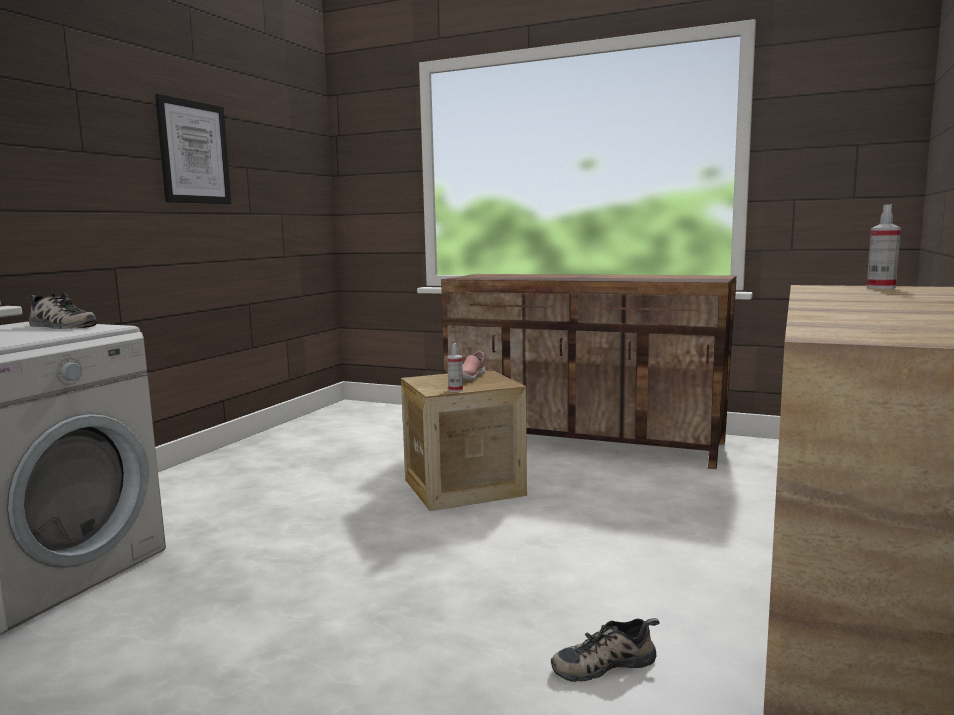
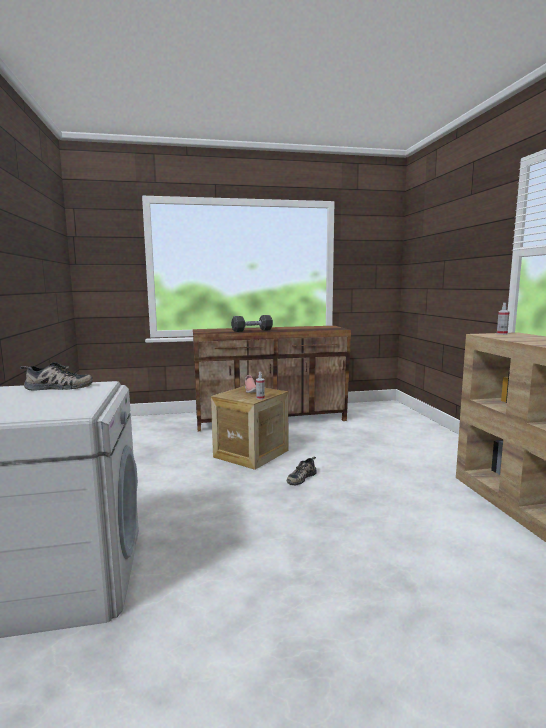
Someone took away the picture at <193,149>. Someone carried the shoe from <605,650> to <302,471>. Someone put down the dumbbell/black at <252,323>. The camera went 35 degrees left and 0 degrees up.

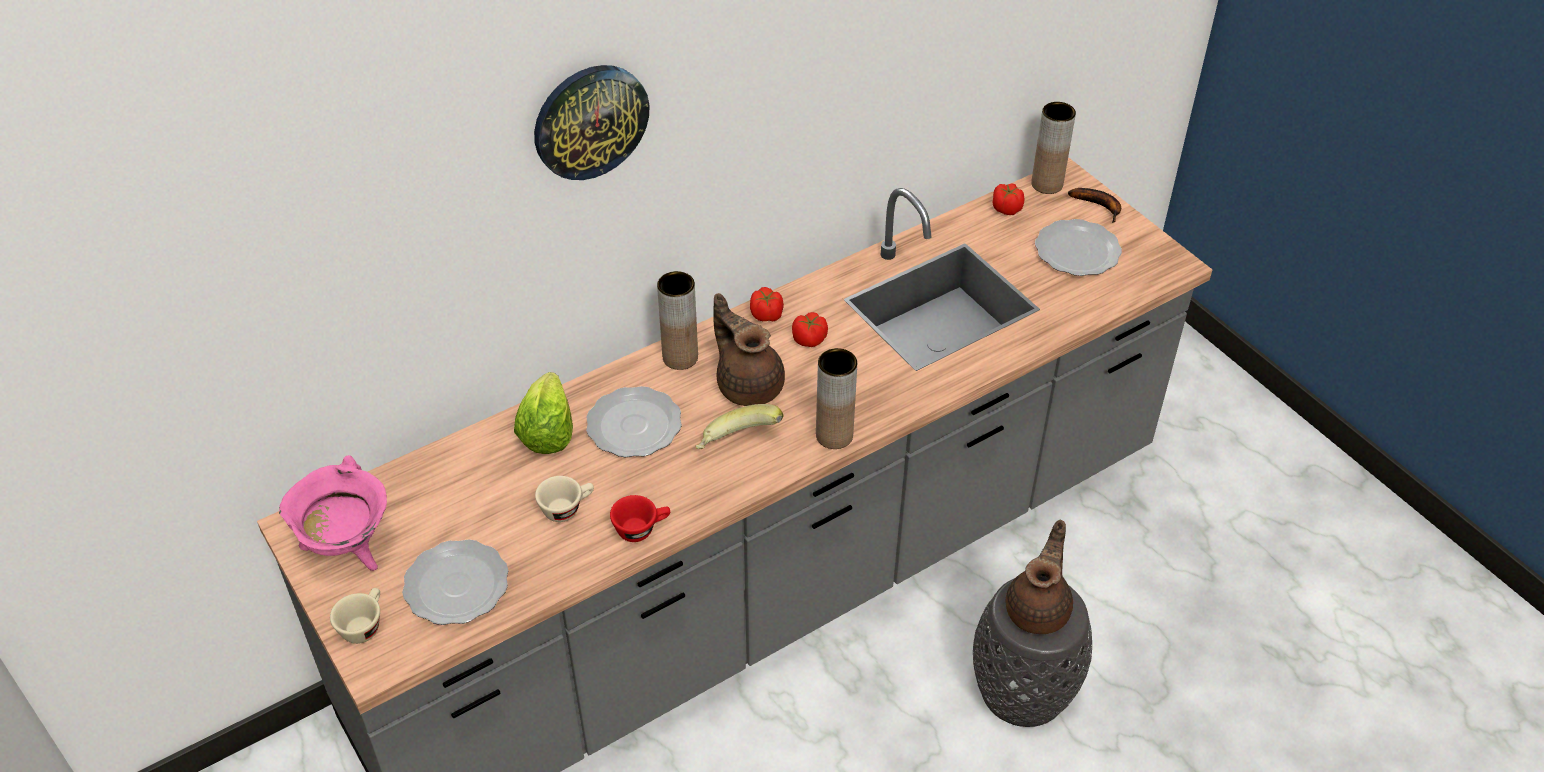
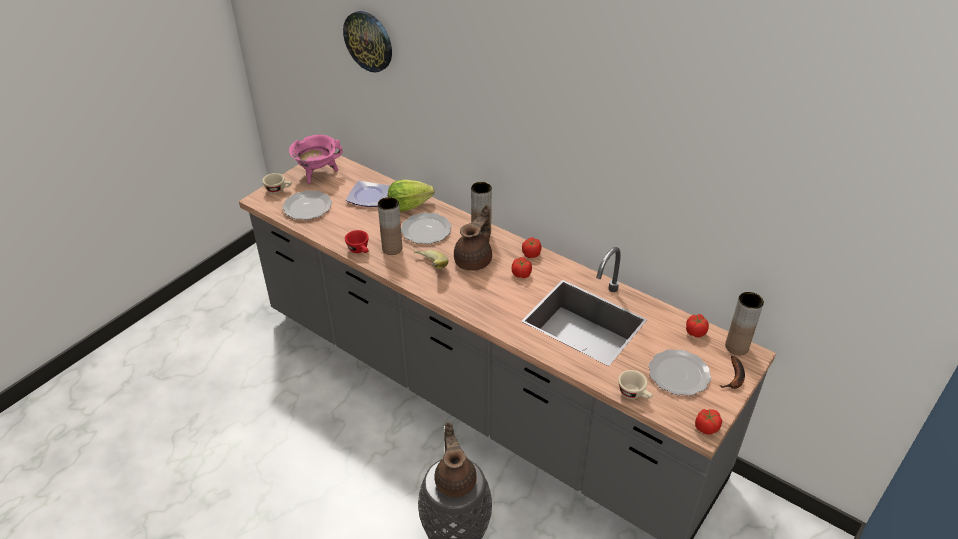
Someone carried the wall clock from <592,122> to <367,41>. Someone carried the vase/brown from <836,398> to <390,226>. Someone carried the cup/beige from <564,499> to <635,384>. Someone rotated the teapot/brown at <1039,577> by 105 degrees counterclockwise. Someone put down the plate at <368,194>. Someone put down the tomato at <708,422>. The camera went 70 degrees right and 5 degrees down.

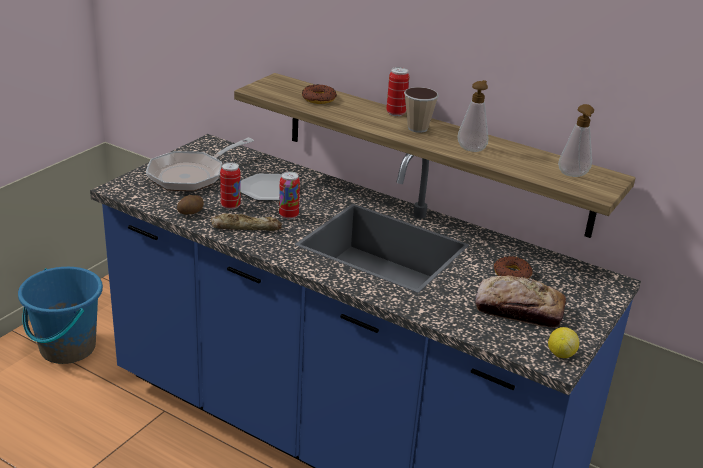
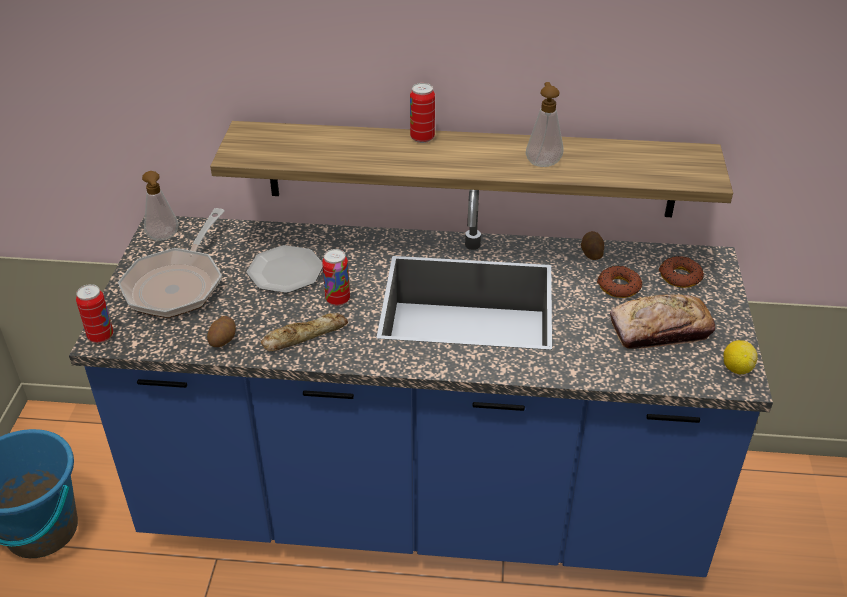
Someone carried the donut from <319,94> to <681,272>. Someone took away the cup at <421,110>. Someone carried the soap dispenser from <576,140> to <160,206>. Someone carried the can from <230,186> to <94,313>. Someone put down the potato at <592,245>. The camera went 25 degrees left and 10 degrees up.

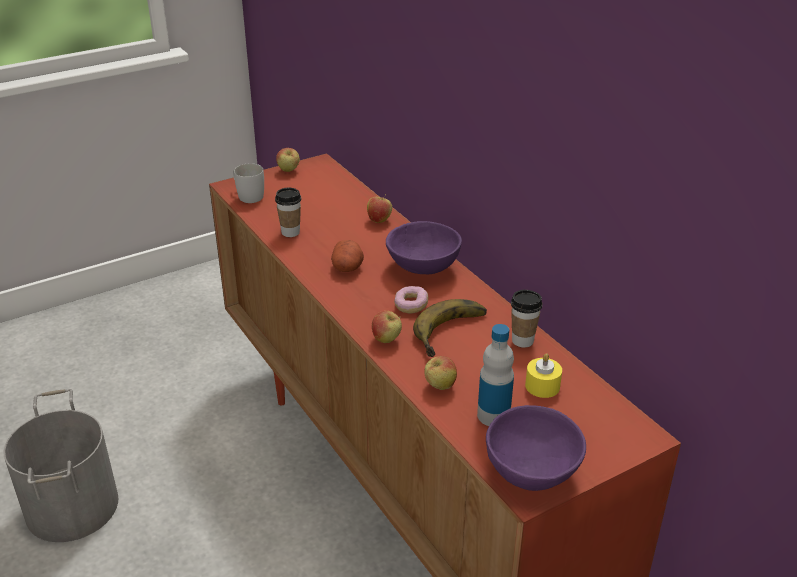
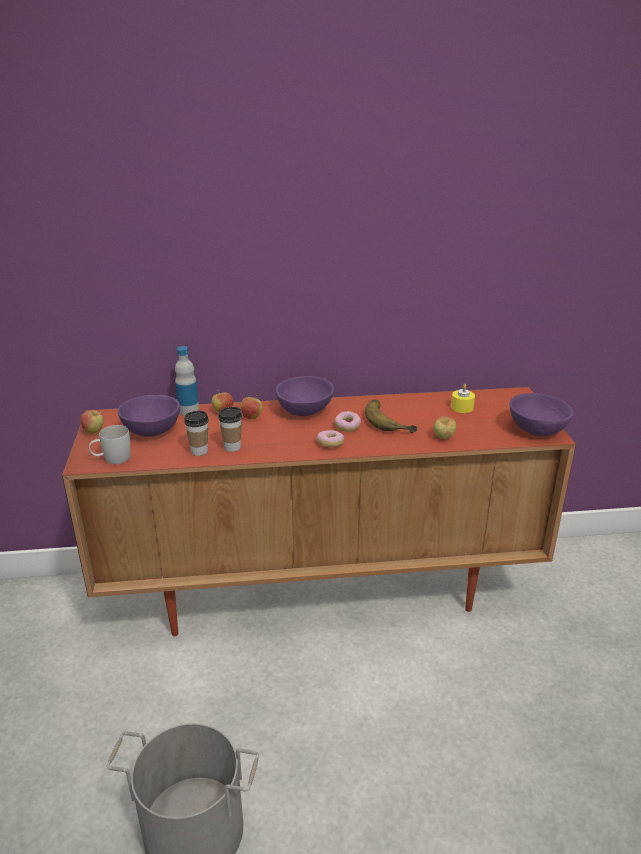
Someone took away the potato at <347,256>. Someone carried the cup from <526,319> to <230,429>. Someone carried the apple from <387,327> to <251,407>. Someone carried the bottle from <495,375> to <187,381>. Someone put down the bowl/purple at <148,416>. Someone put down the donut at <330,438>. The camera went 65 degrees left and 5 degrees down.

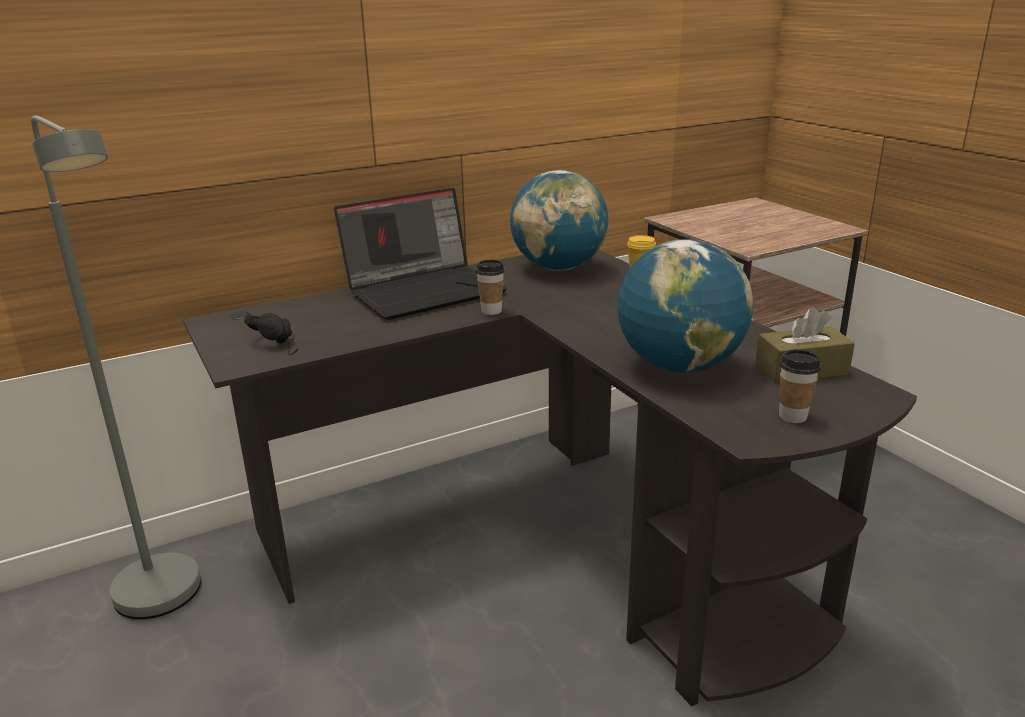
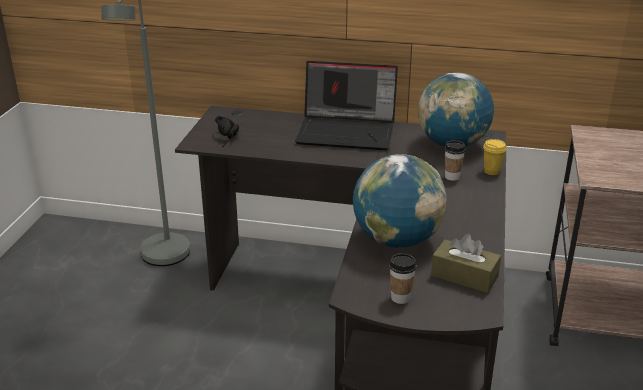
Someone carried the cup from <490,287> to <455,161>. The camera went 40 degrees right and 5 degrees up.

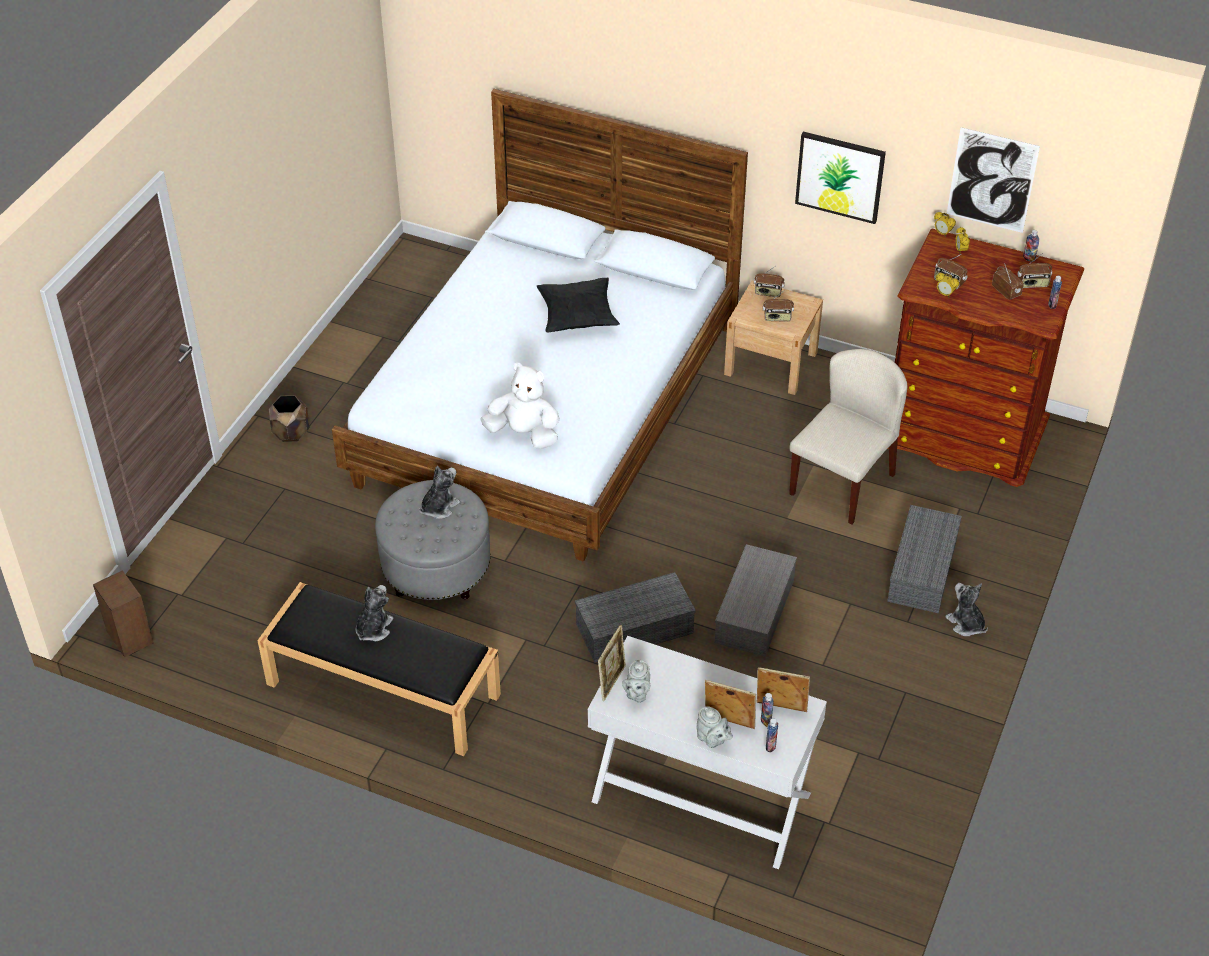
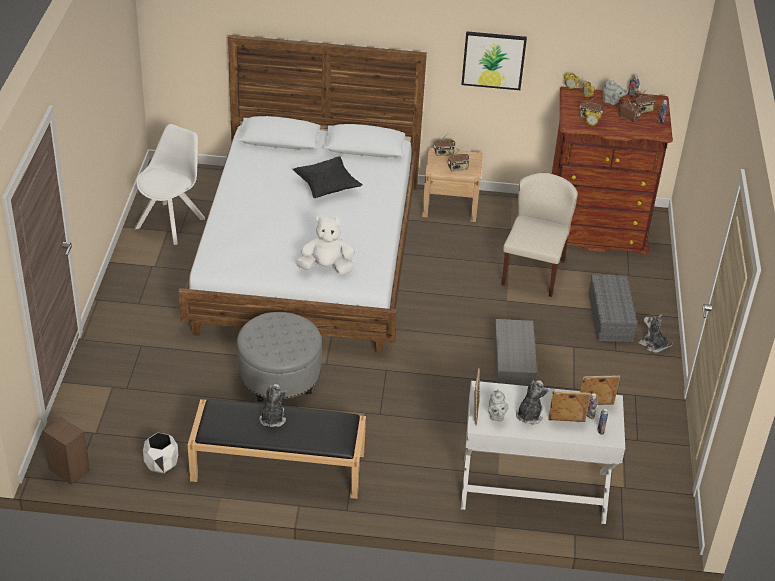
Someone took away the picture at <993,180>. Someone took away the planter/brown at <289,418>. Someone carried the plush toy from <439,492> to <532,402>. Someone took away the storage box/grey at <635,617>. Someone carried the teapot/grey from <714,727> to <615,92>. Someone put down the chair/white at <170,184>. Someone put down the planter/white at <160,453>. The camera went 20 degrees left and 5 degrees down.

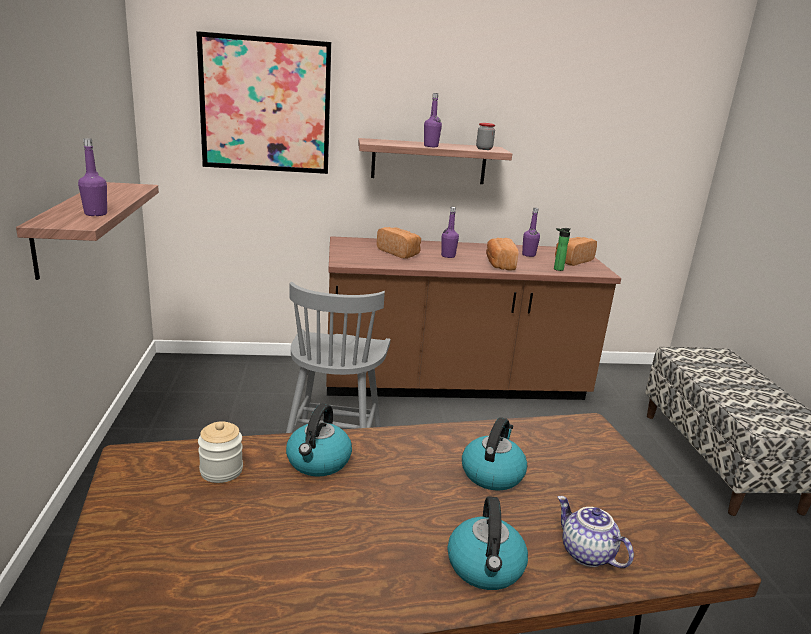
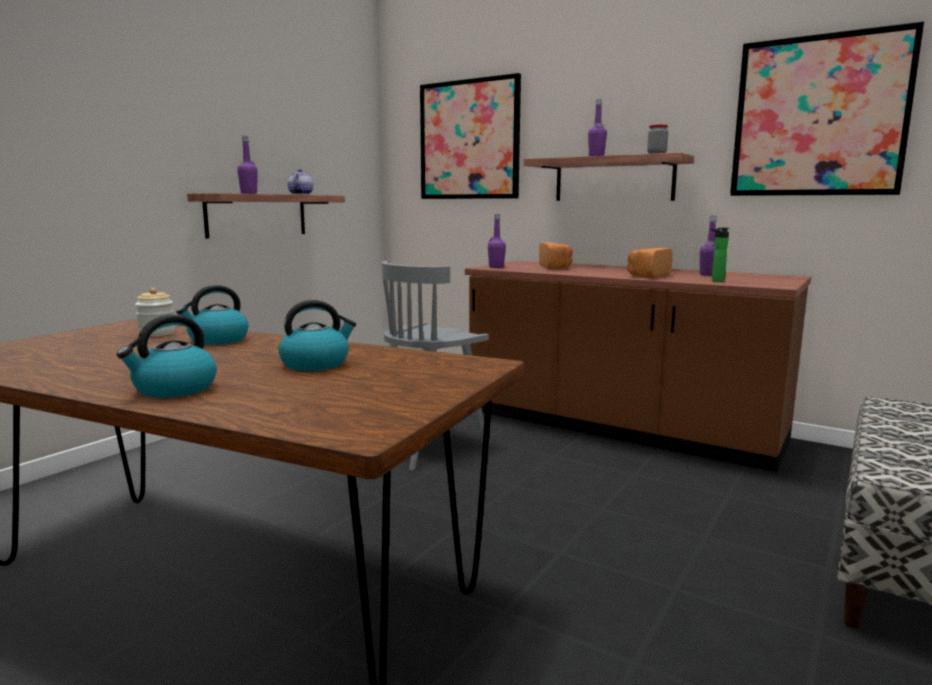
Someone carried the bottle/purple from <450,232> to <497,241>. Someone took away the bread at <576,251>. Someone carried the teapot from <596,532> to <300,182>. Someone put up the picture at <827,108>. The camera went 40 degrees right and 10 degrees down.

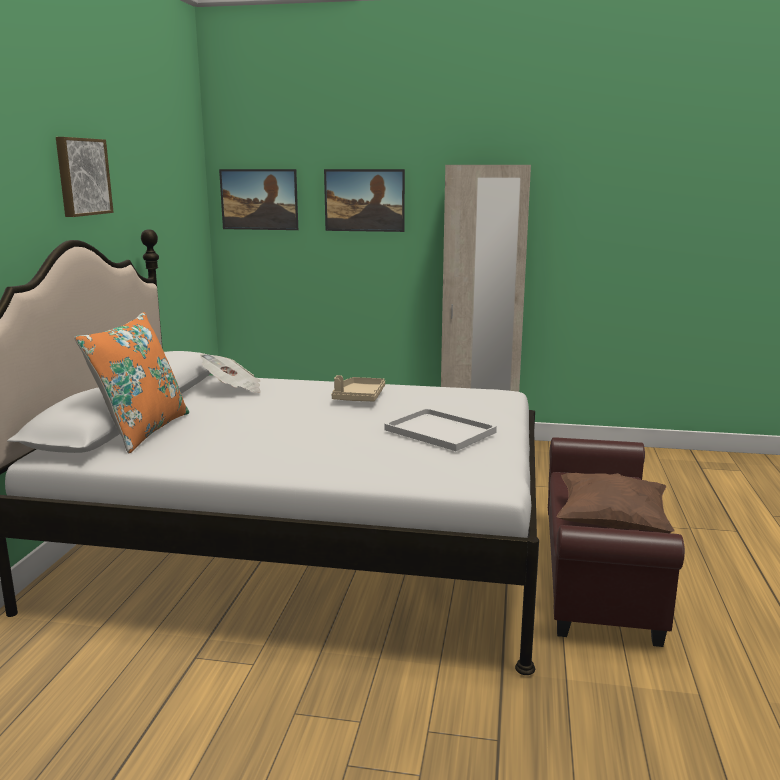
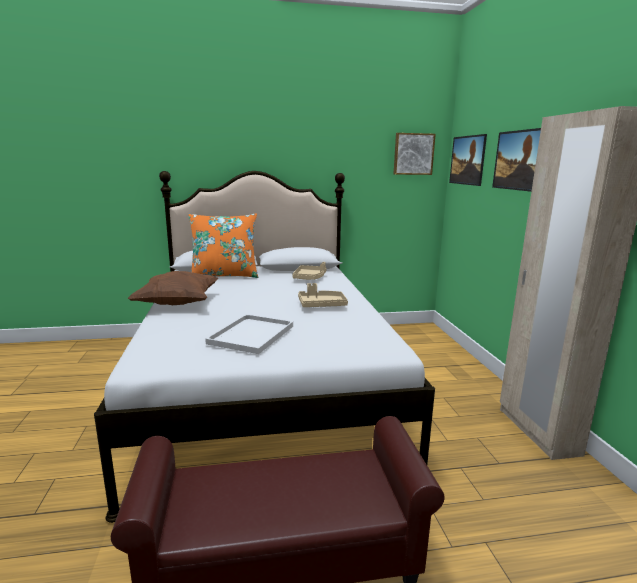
Someone carried the picture from <85,177> to <415,154>. Someone swapped the newspaper at <230,373> for the tray/beige at <309,271>. Someone carried the pillow/brown from <615,503> to <172,288>. The camera went 70 degrees right and 0 degrees up.

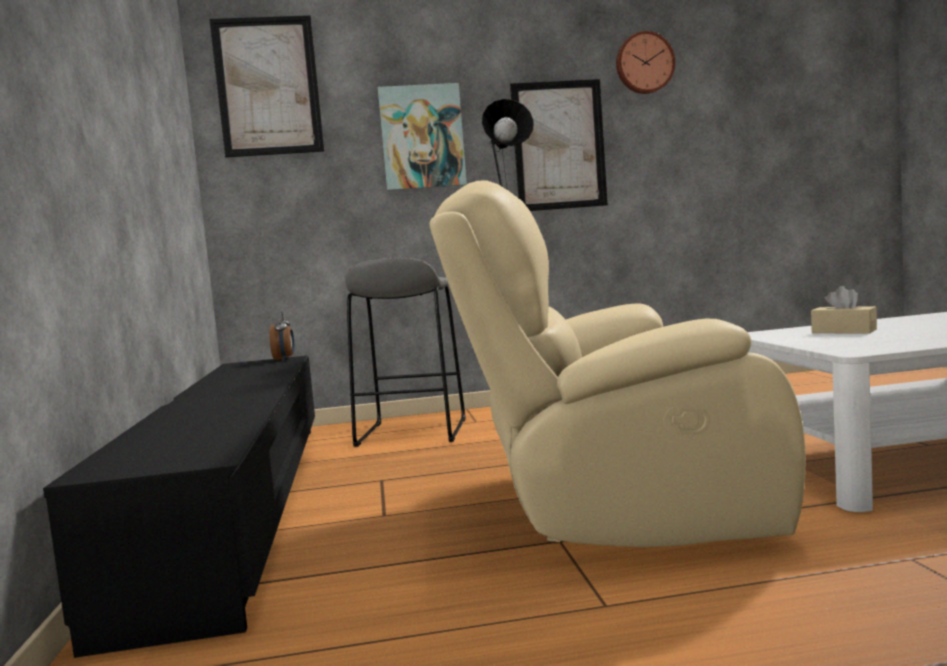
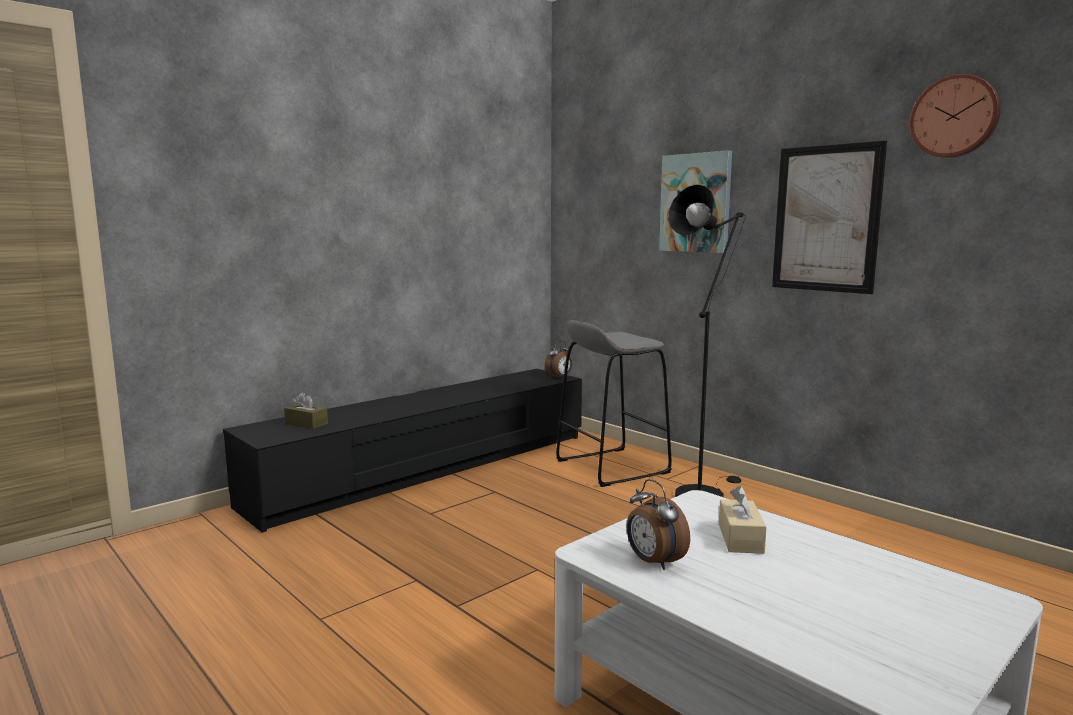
Someone took away the picture at <266,86>. Someone took away the armchair/beige at <618,364>. Someone put down the tissue box/brown at <306,410>. Someone put down the alarm clock at <658,524>. The camera went 55 degrees right and 5 degrees up.

